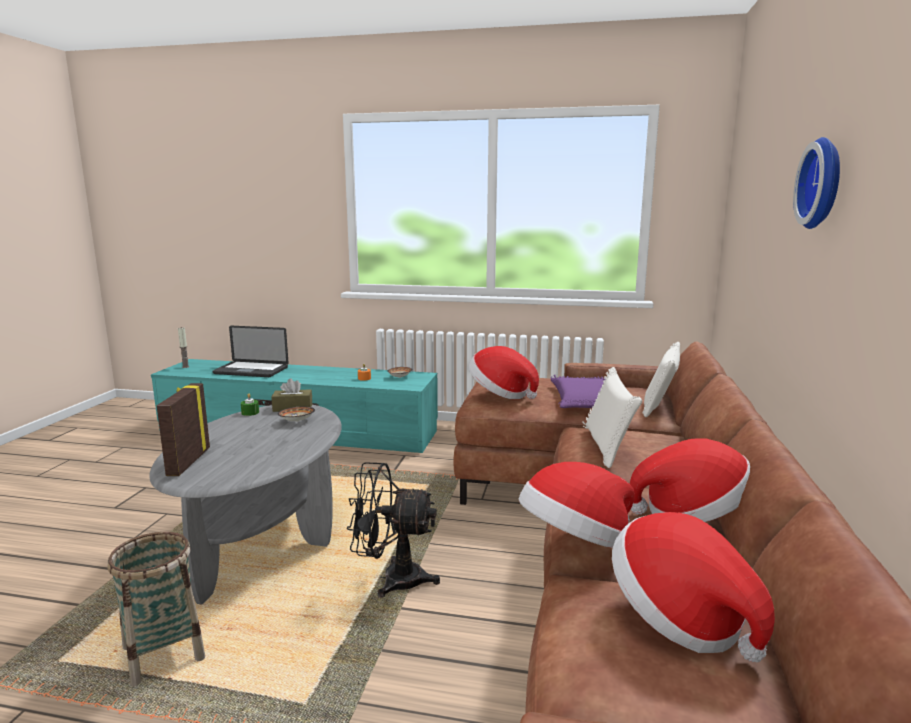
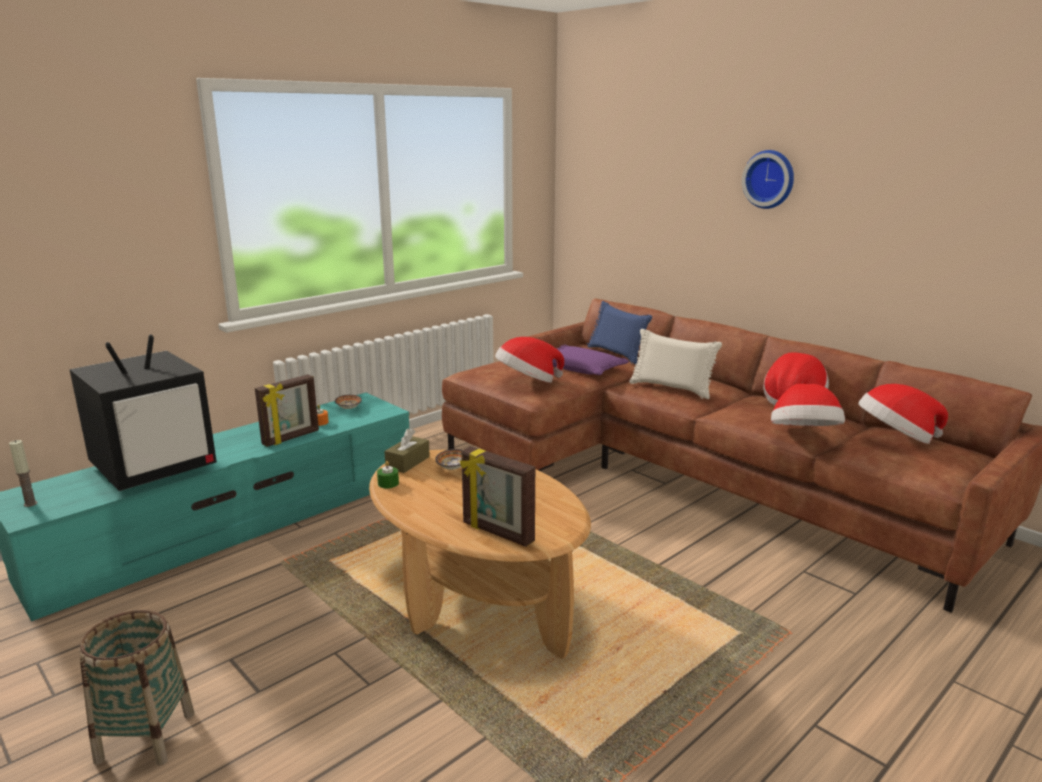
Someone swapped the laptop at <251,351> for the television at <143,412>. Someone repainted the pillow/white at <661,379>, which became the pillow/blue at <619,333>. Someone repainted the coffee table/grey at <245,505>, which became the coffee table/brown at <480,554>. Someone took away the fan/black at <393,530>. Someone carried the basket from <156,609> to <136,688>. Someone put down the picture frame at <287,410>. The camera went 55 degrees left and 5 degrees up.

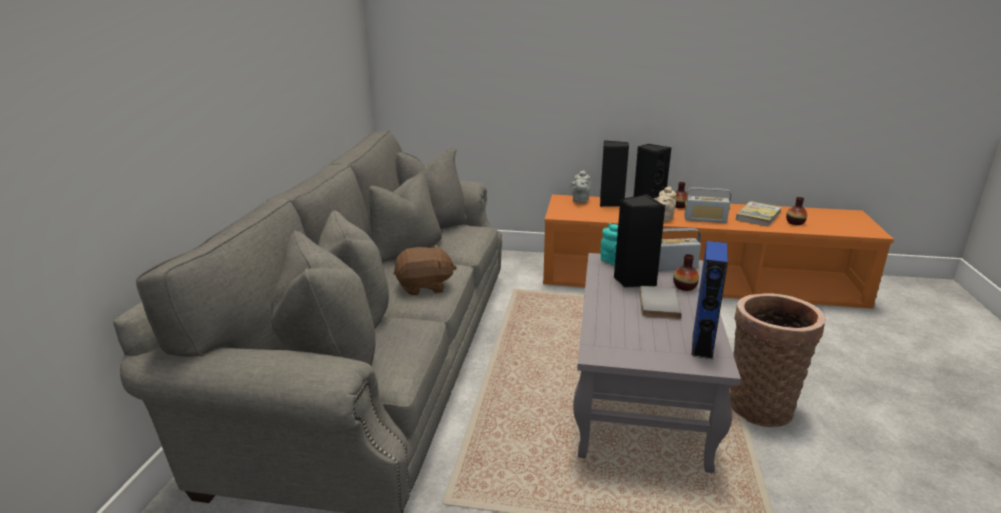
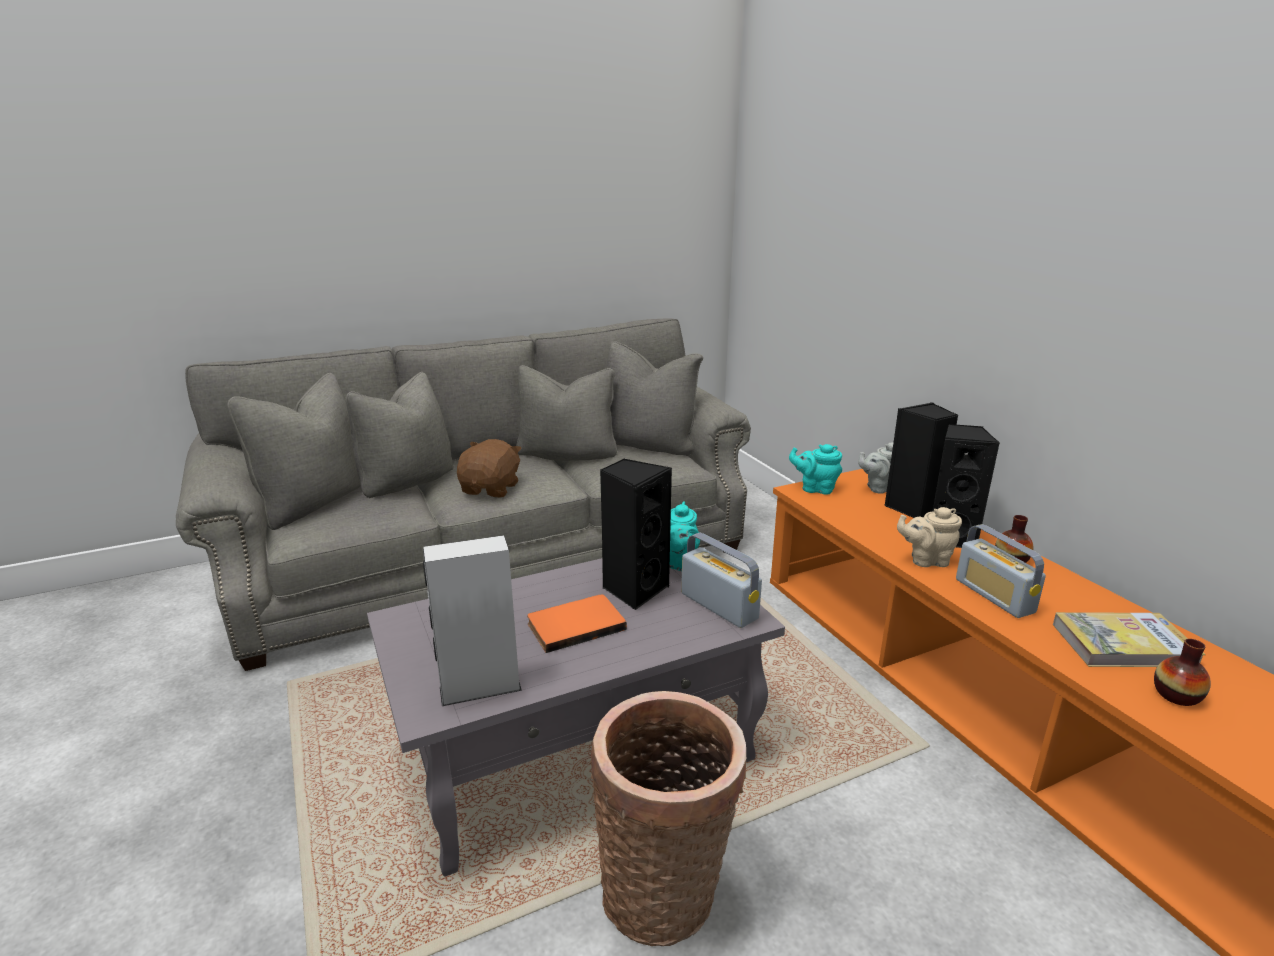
Someone repainted the speaker/blue at <709,300>, which became the speaker/grey at <472,620>. Someone rotated the plush toy/brown at <425,270> by 120 degrees counterclockwise. Someone took away the vase at <686,272>. Someone repainted the book/grey at <660,302>, which became the book/orange at <577,623>. Someone put down the teapot/turquoise at <815,469>. The camera went 55 degrees right and 0 degrees up.

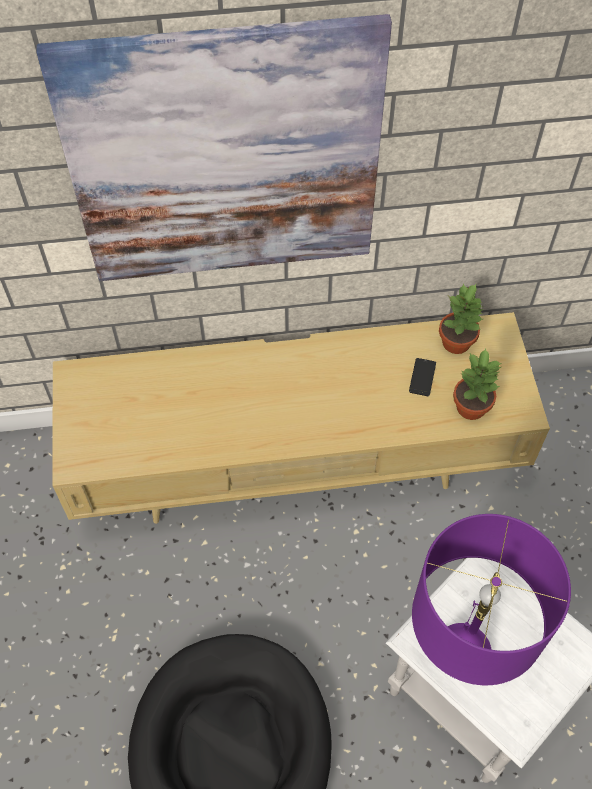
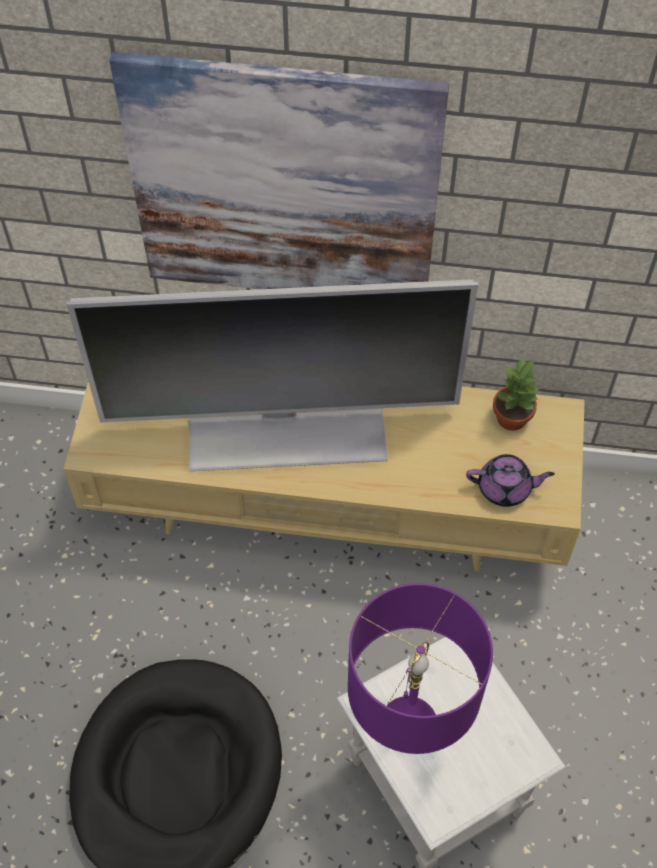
Someone swapped the potted plant at <477,384> for the teapot/purple at <510,480>. Someone took away the phone at <422,377>. Someone put down the television at <272,375>. The camera went 15 degrees right and 0 degrees up.

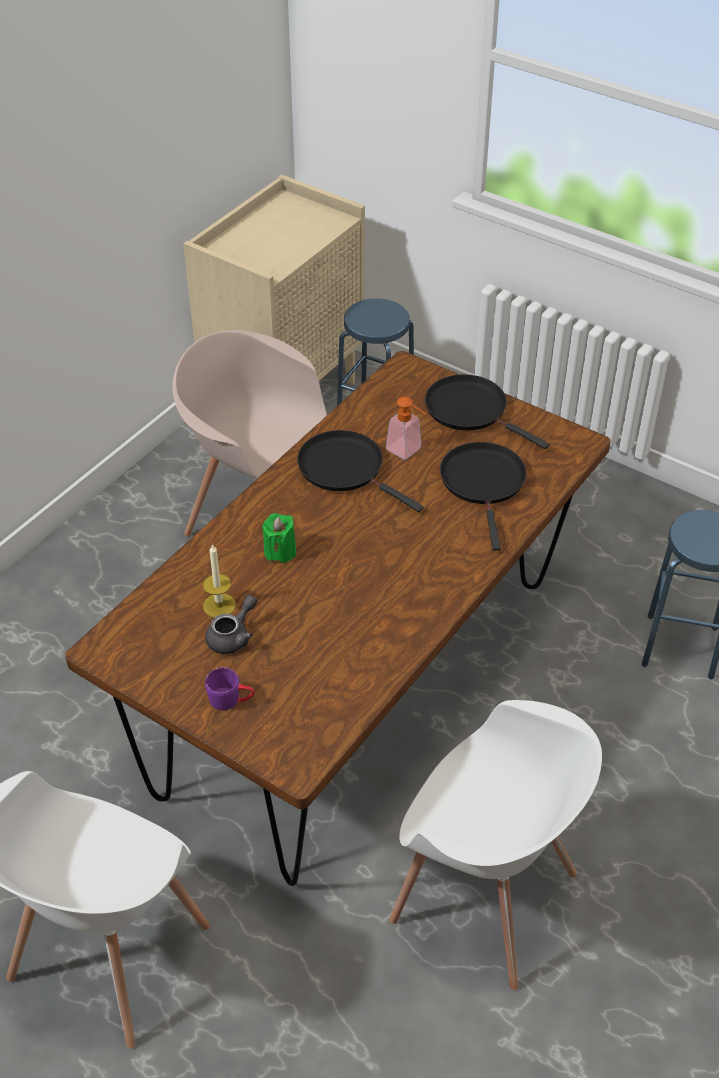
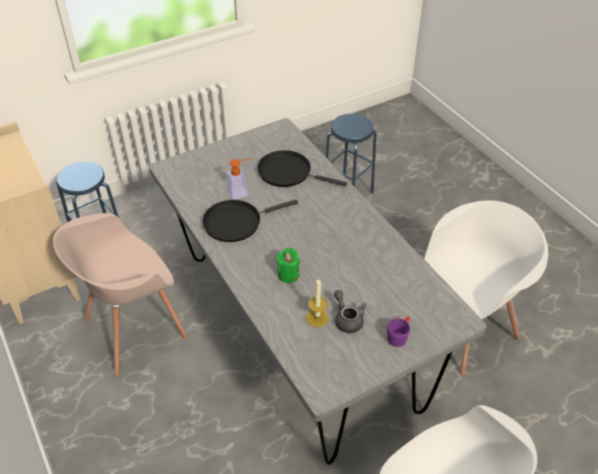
Someone repainted the dining table/brown at <338,618>, which became the dining table/grey at <318,291>. Someone took away the frying pan/black at <487,411>. The camera went 65 degrees left and 0 degrees up.

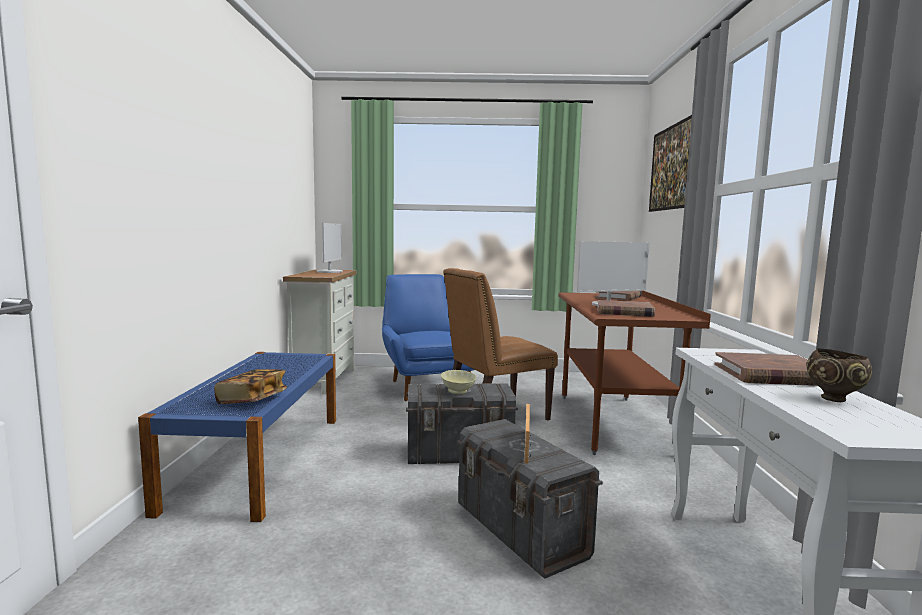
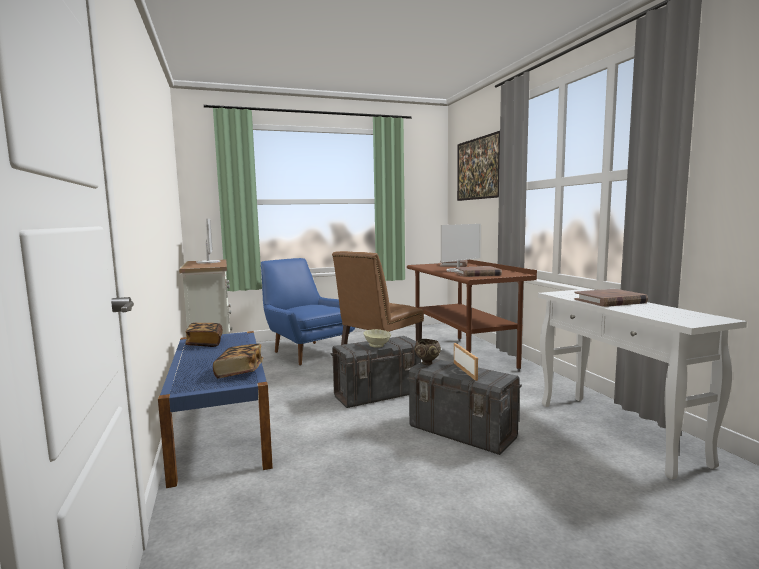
Someone carried the bowl/brown from <839,375> to <427,352>. Someone put down the book at <204,335>. The camera went 20 degrees left and 0 degrees up.

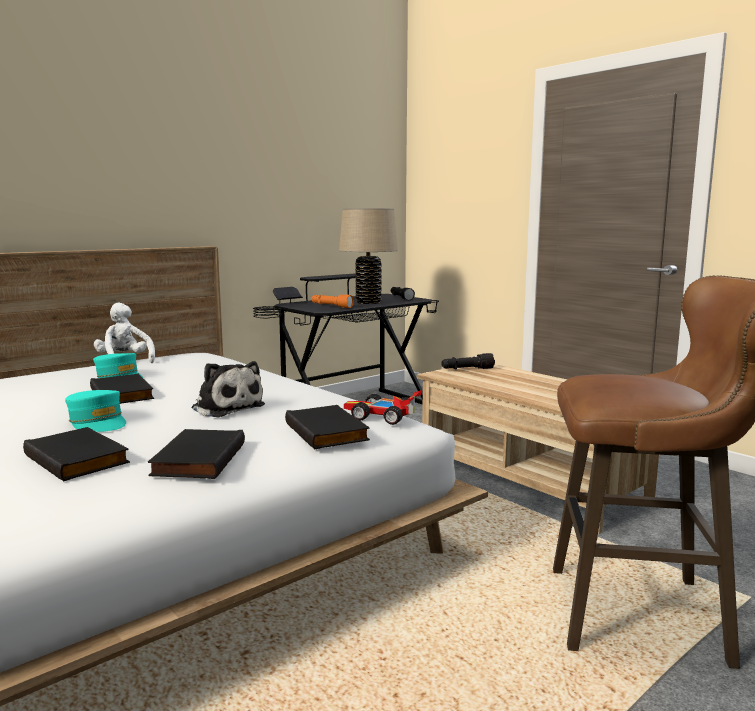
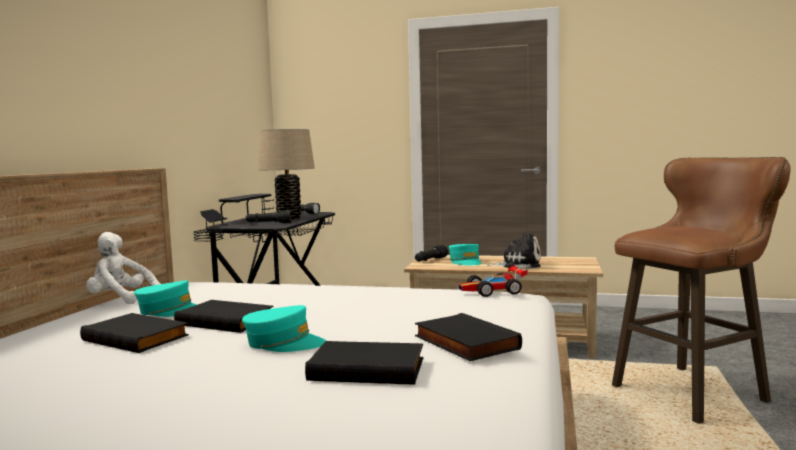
Someone repainted the flashlight/orange at <332,301>, which became the flashlight/black at <269,216>. Someone carried the plush toy from <228,389> to <514,251>. Someone carried the book/black from <327,427> to <134,333>. Someone put down the cap/turquoise at <465,254>. The camera went 35 degrees left and 5 degrees down.

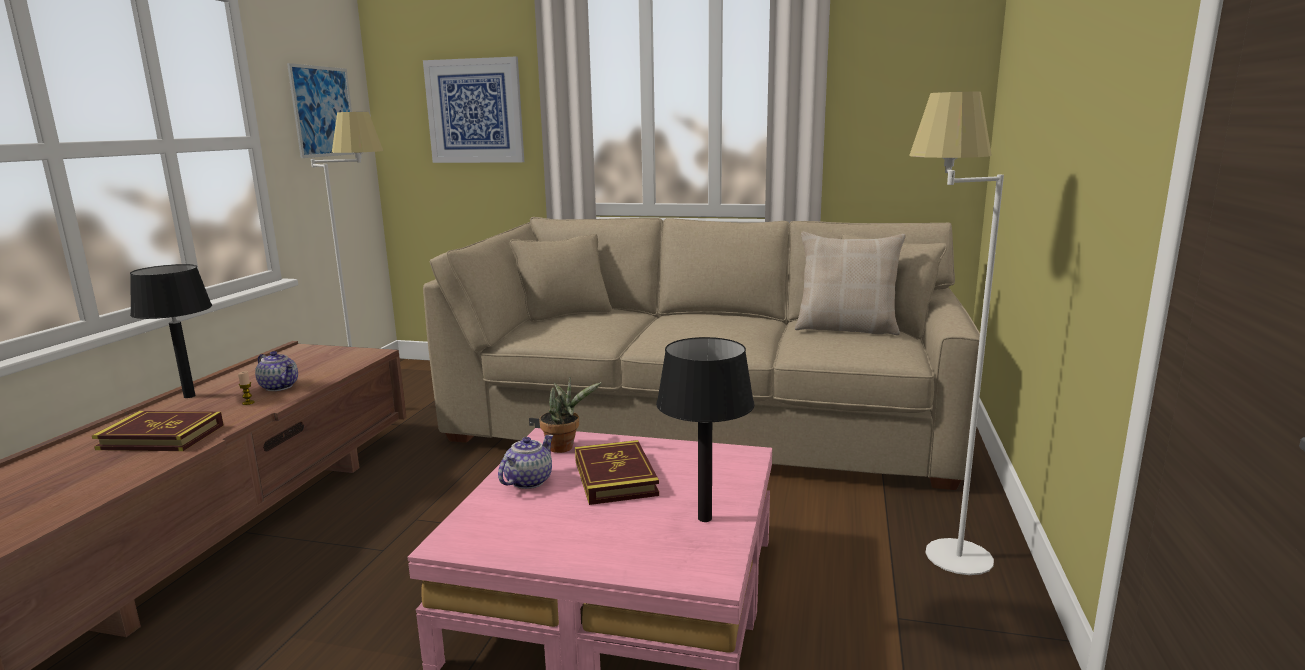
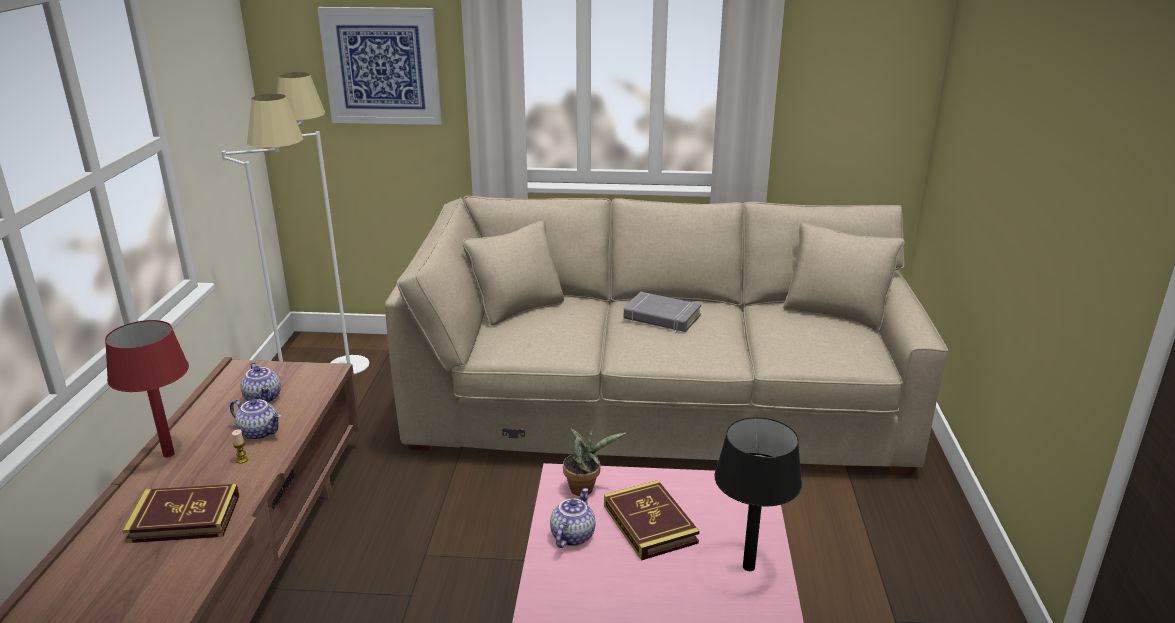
Someone took away the picture at <320,110>. Someone carried the floor lamp/white from <956,333> to <323,223>. Someone took away the pillow/beige at <850,283>. Someone repainted the table lamp/black at <171,331>, which became the table lamp/red at <147,389>. Someone put down the book/grey at <662,312>. Someone put down the teapot at <261,382>. The camera went 10 degrees left and 10 degrees up.

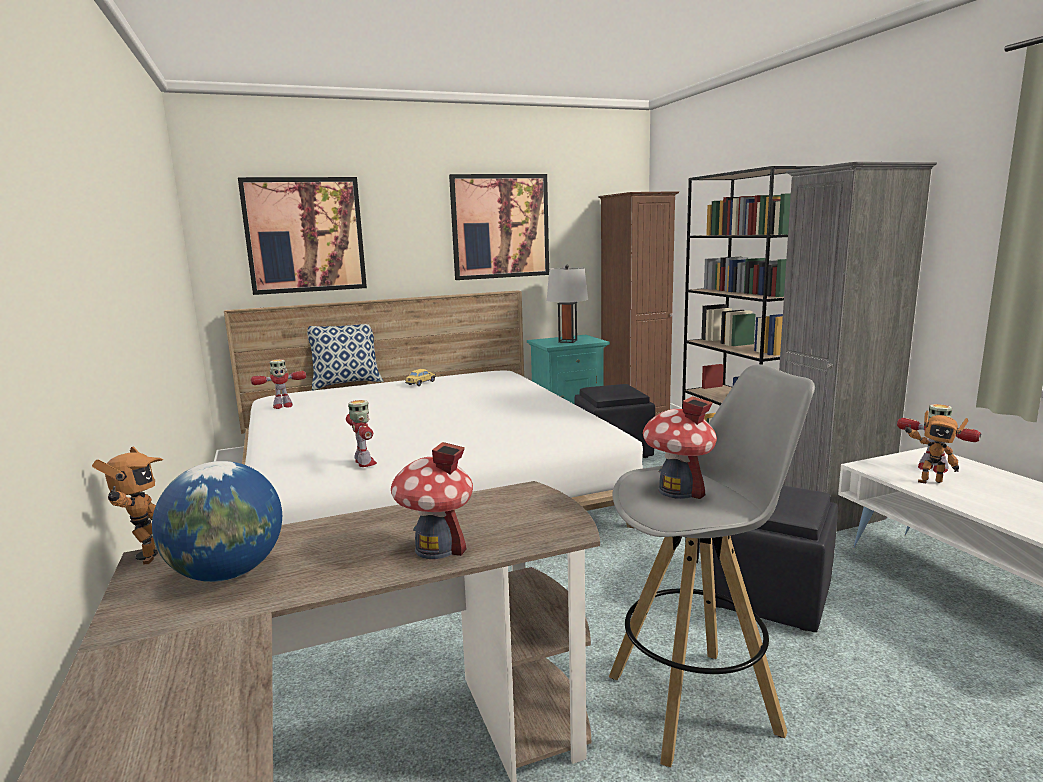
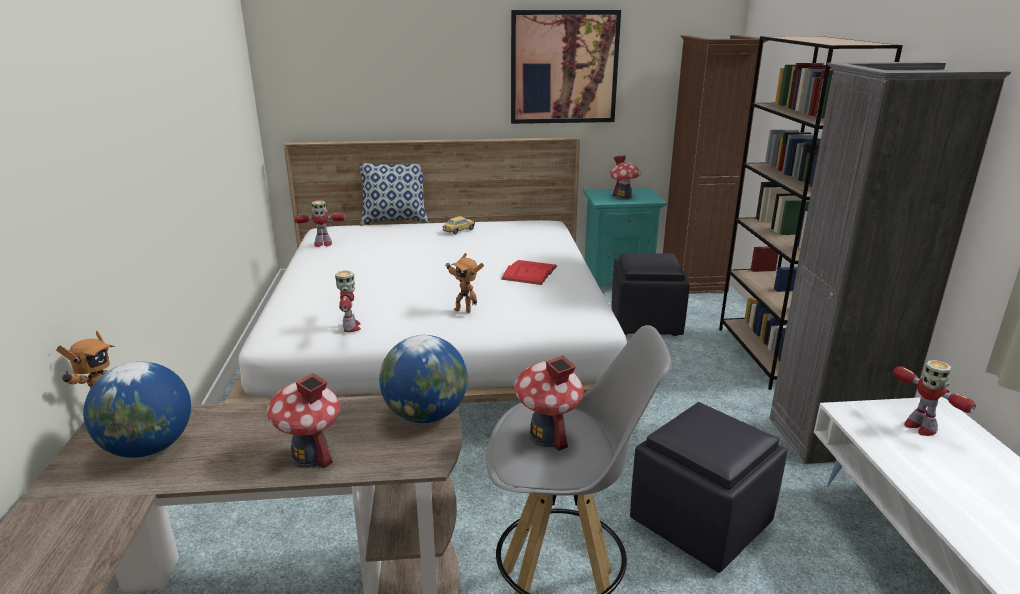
Someone took away the picture at <302,236>. Someone swapped the table lamp/grey at <567,304> for the toy house at <625,177>. Someone carried the toy robot from <935,447> to <465,283>. Someone put down the book/red at <529,272>. Someone put down the globe at <423,379>. The camera went 15 degrees right and 10 degrees up.

